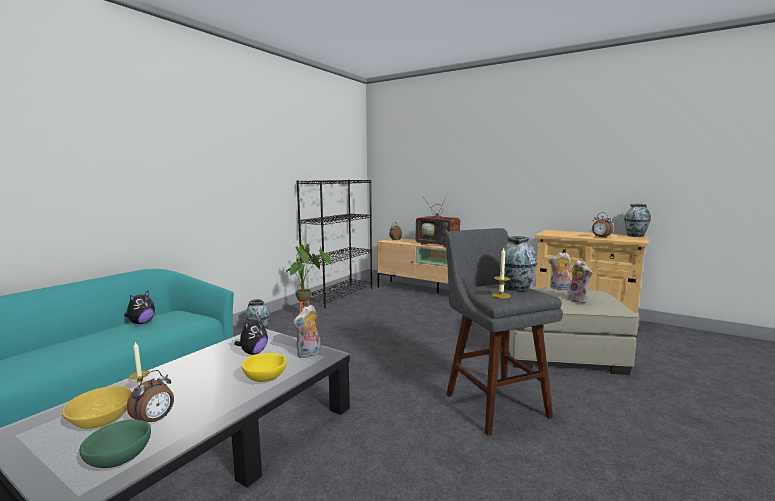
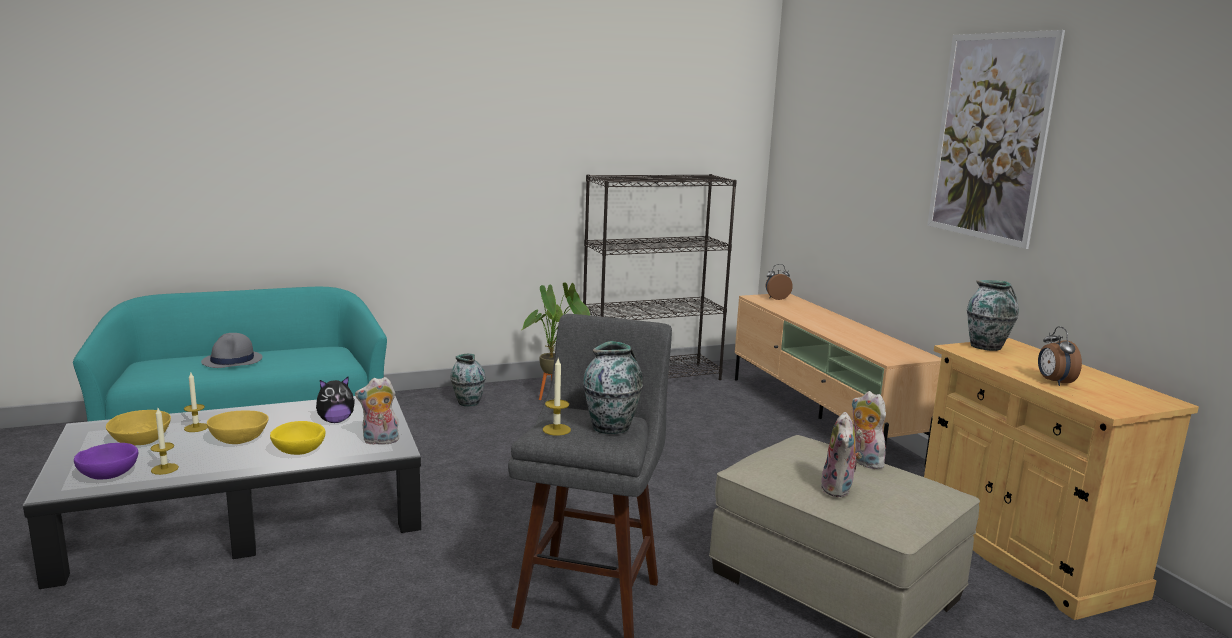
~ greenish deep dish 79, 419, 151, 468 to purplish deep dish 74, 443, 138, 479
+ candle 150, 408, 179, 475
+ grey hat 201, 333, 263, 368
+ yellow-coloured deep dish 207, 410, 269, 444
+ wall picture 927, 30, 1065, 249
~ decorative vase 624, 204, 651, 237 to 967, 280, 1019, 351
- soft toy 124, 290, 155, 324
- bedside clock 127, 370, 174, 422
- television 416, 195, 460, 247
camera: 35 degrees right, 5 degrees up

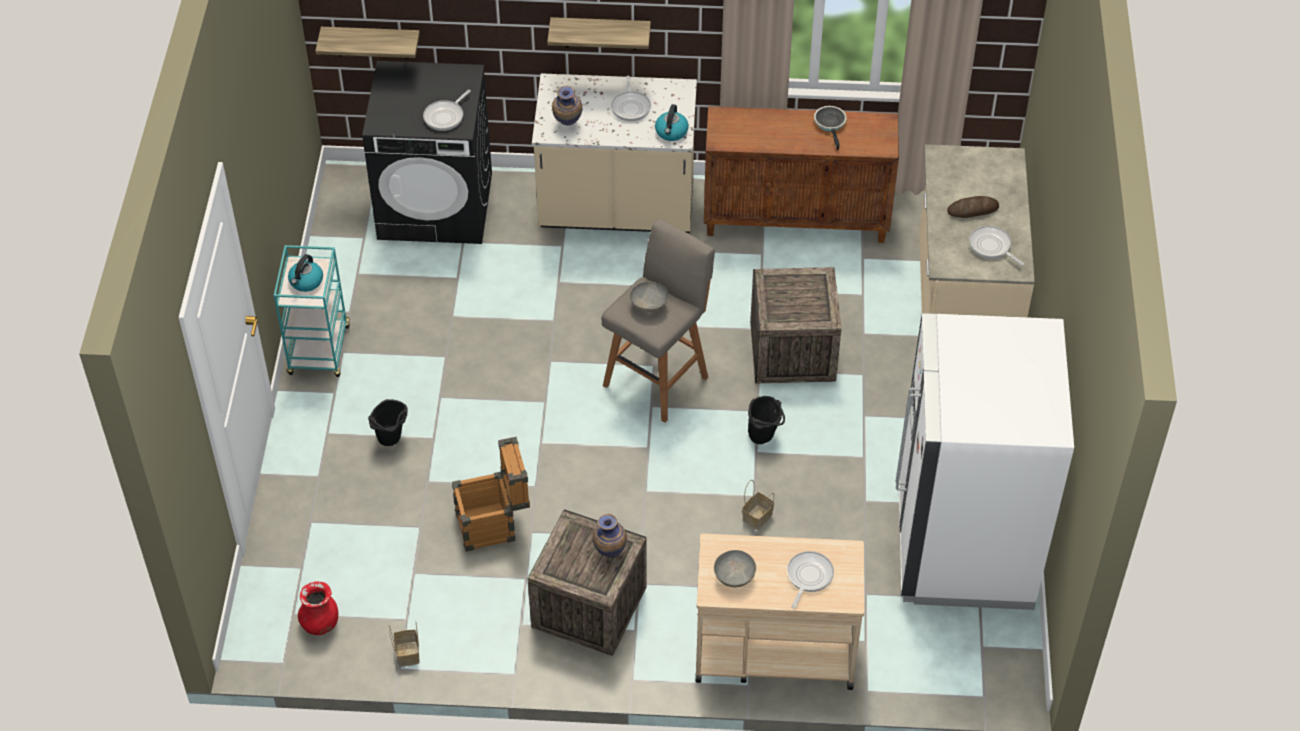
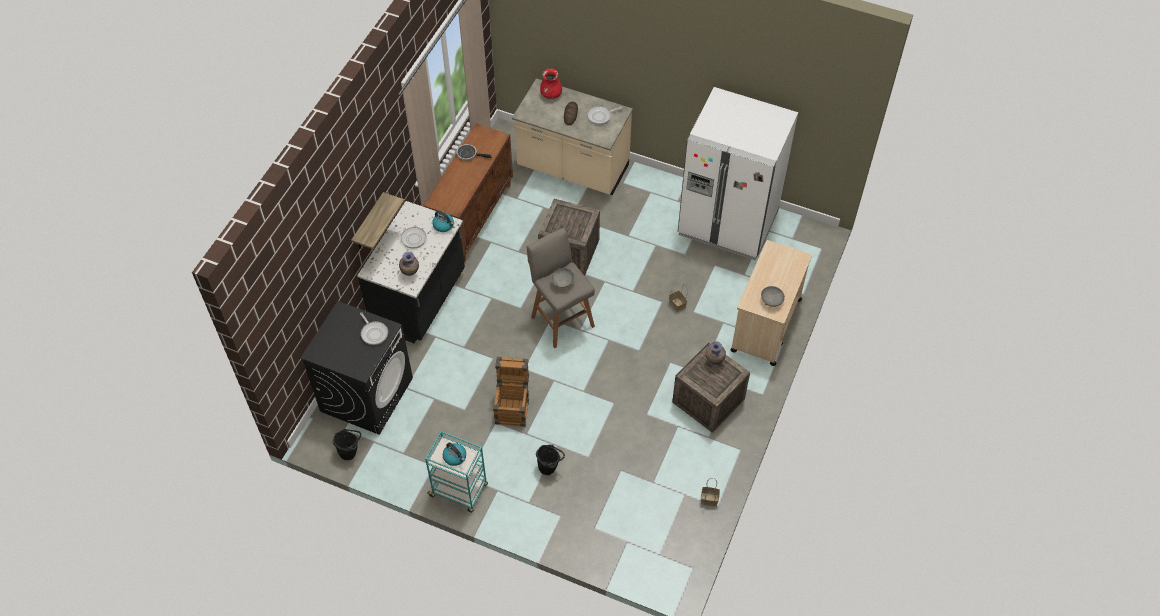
~ black-coloured pail 748, 396, 785, 444 to 333, 429, 361, 460
~ beige-coloured kitchen base unit 532, 73, 697, 233 to black-coloured kitchen base unit 357, 201, 465, 344
~ shipping crate 452, 437, 530, 551 to 493, 357, 529, 427
~ red-coloured decorative vase 298, 581, 338, 635 to 540, 68, 562, 99
- wall shelf 315, 27, 420, 59
- skillet 787, 551, 834, 608
camera: 70 degrees left, 5 degrees up

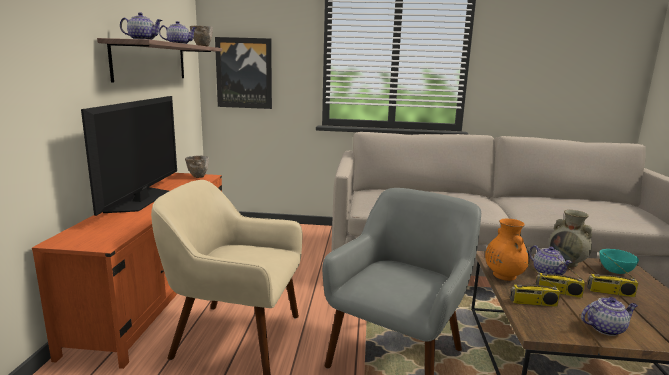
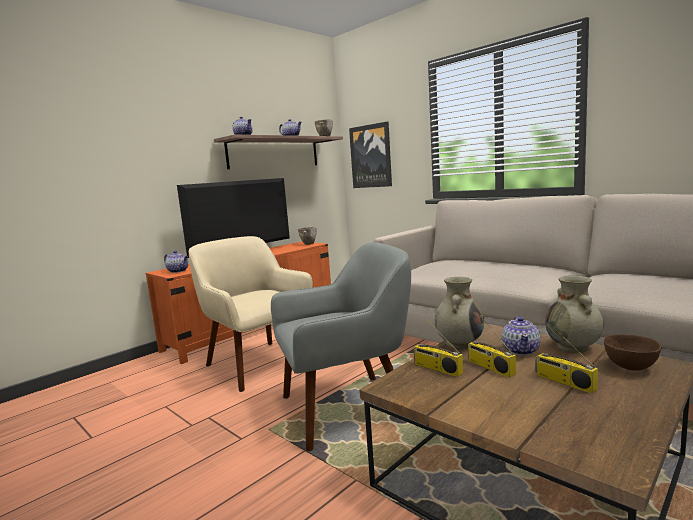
~ tea pot 581, 297, 638, 336 to 164, 250, 189, 273
~ orange decorative vase 485, 219, 530, 281 to beige-coloured decorative vase 435, 277, 484, 349
~ blue-green deep dish 599, 249, 639, 274 to brown-coloured deep dish 604, 334, 662, 371
camera: 40 degrees right, 5 degrees down

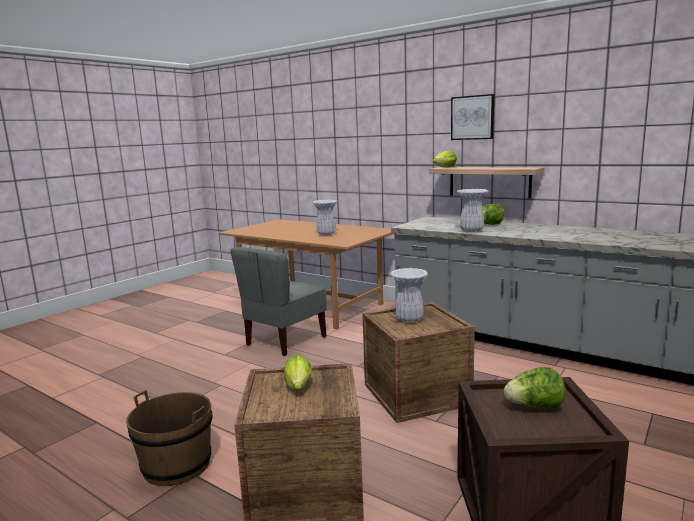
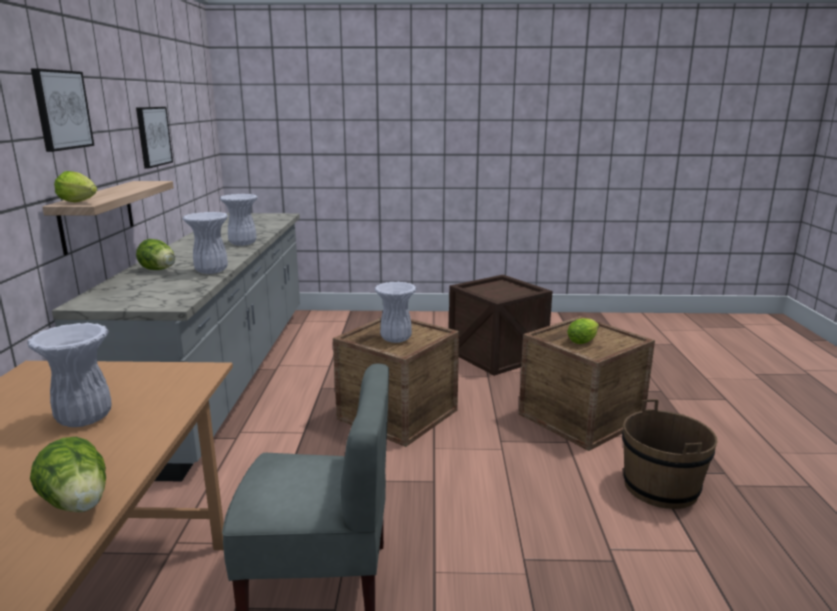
~ lettuce 504, 367, 566, 409 to 30, 437, 106, 513
+ wall picture 136, 107, 173, 168
+ white-coloured decorative vase 220, 194, 258, 246
camera: 125 degrees left, 5 degrees up

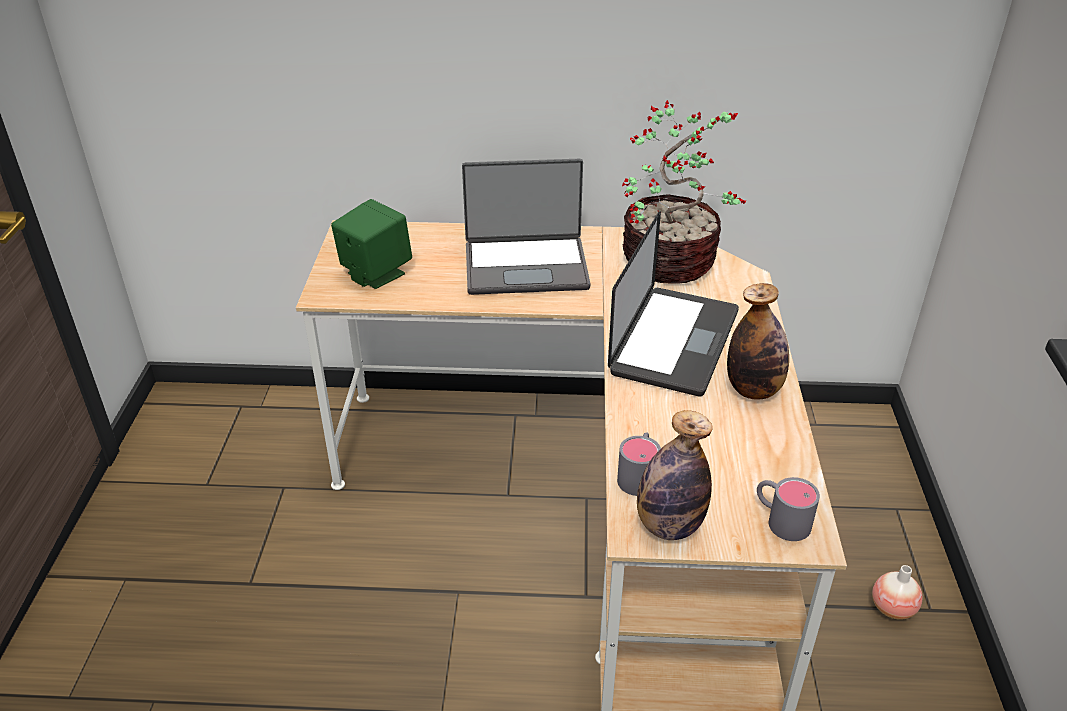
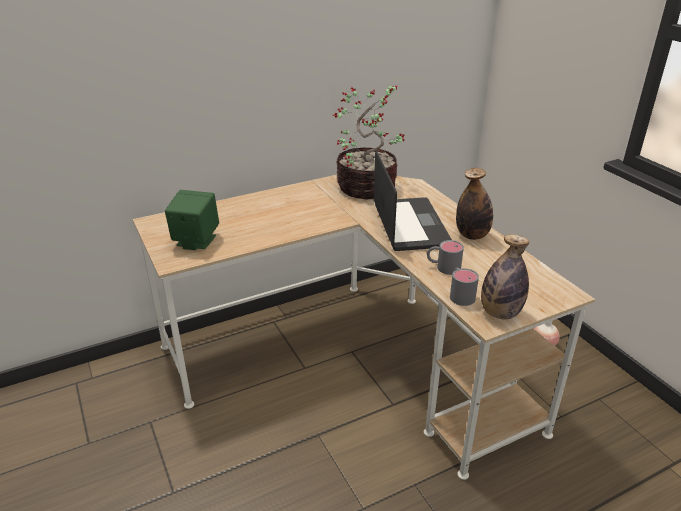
~ grey mug 757, 477, 820, 541 to 427, 240, 464, 275
- portable computer 462, 159, 591, 295
camera: 30 degrees left, 5 degrees down

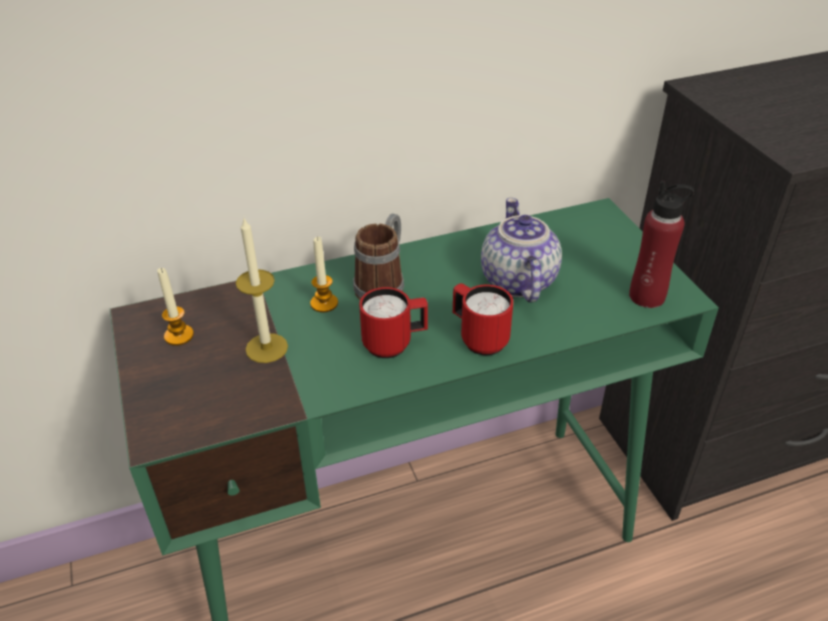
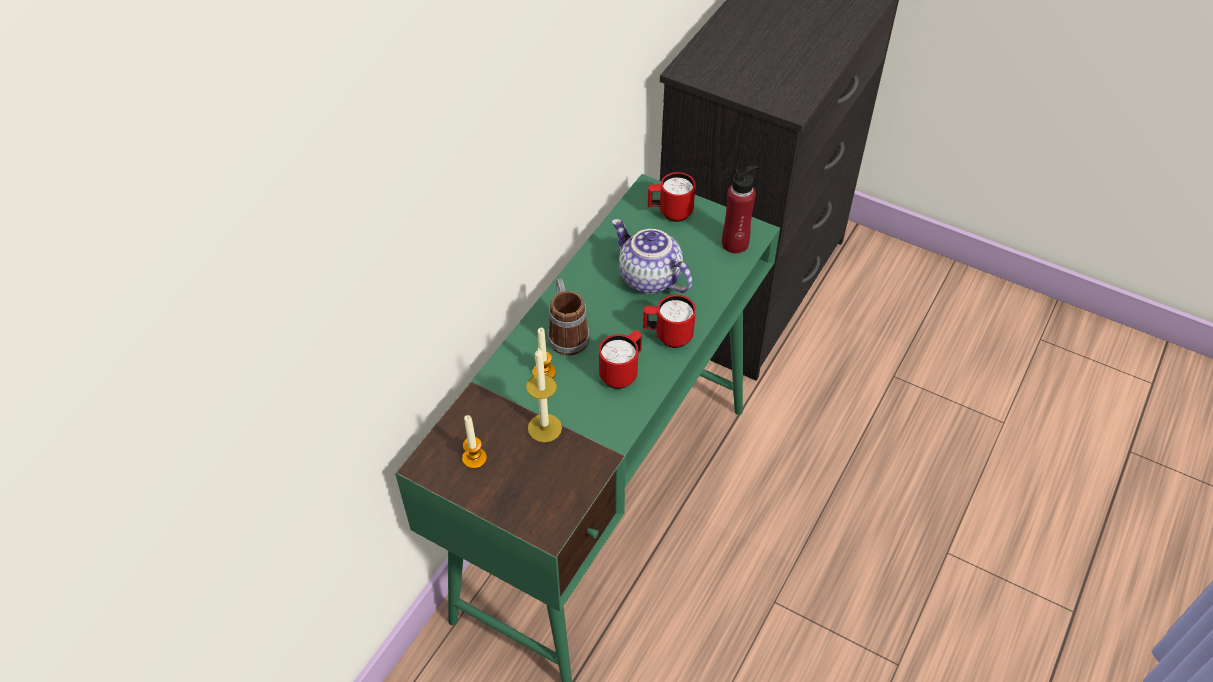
+ red-coloured mug 648, 172, 696, 222
camera: 40 degrees left, 10 degrees up

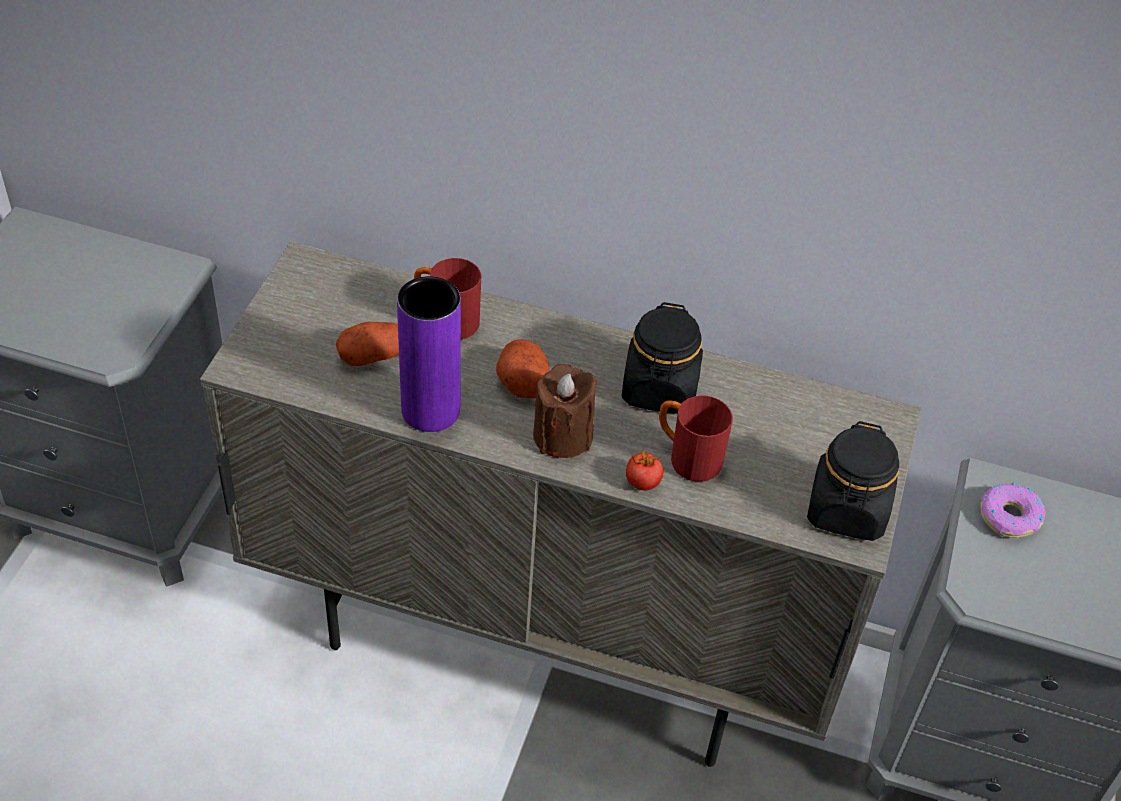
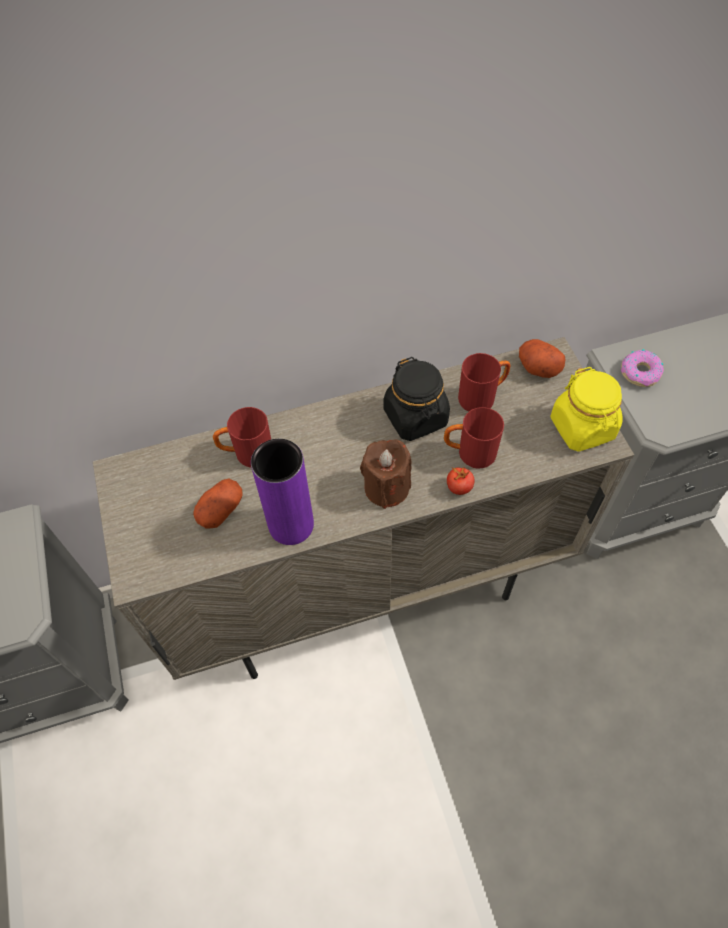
+ red-coloured mug 458, 353, 511, 412
~ potato 496, 340, 550, 398 to 519, 339, 565, 378
~ black-coloured jar 807, 421, 899, 541 to yellow-coloured jar 550, 367, 623, 452
camera: 30 degrees left, 10 degrees up

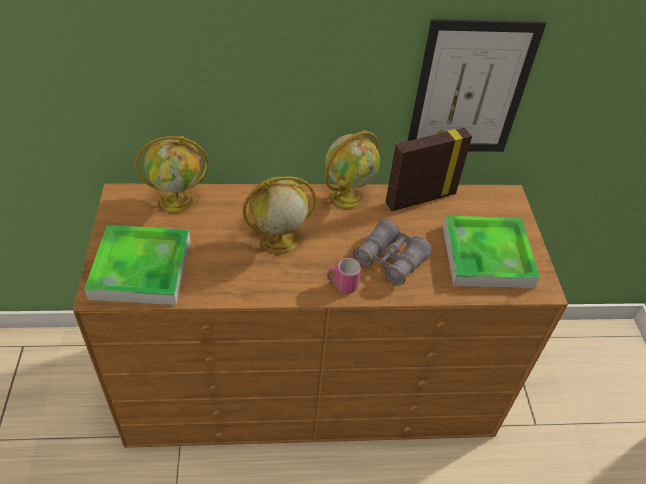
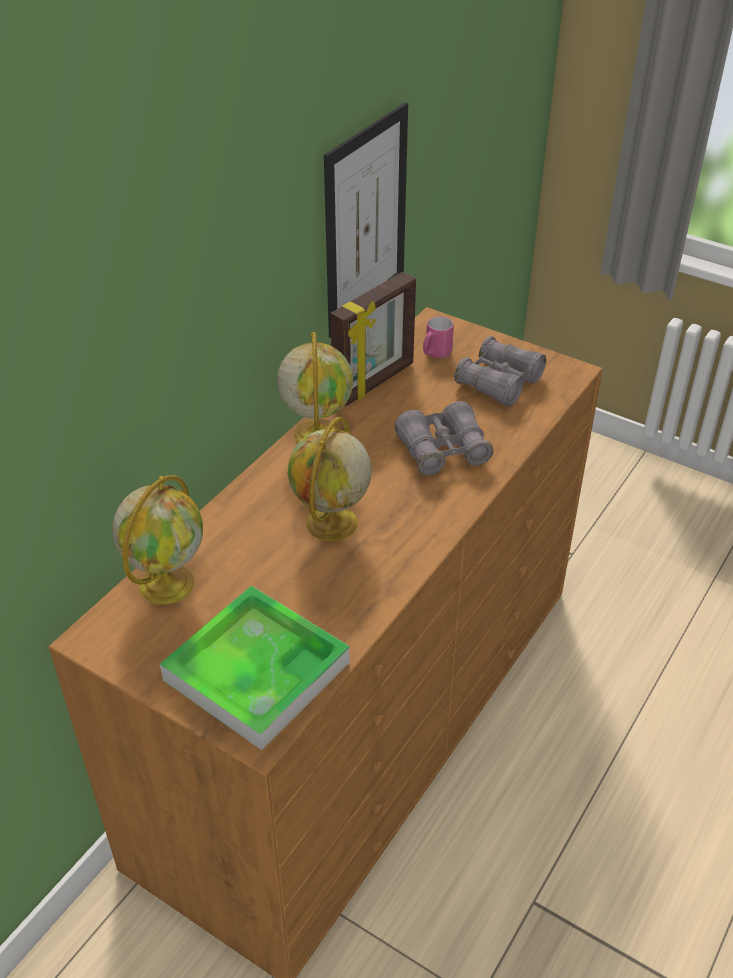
~ picture frame 385, 128, 472, 211 = 331, 272, 416, 406 150 degrees counterclockwise
~ pink-coloured mug 327, 258, 361, 294 to 423, 316, 454, 358
~ carrying tray 443, 216, 540, 288 to grey pair of binoculars 454, 336, 546, 407
camera: 50 degrees left, 5 degrees down

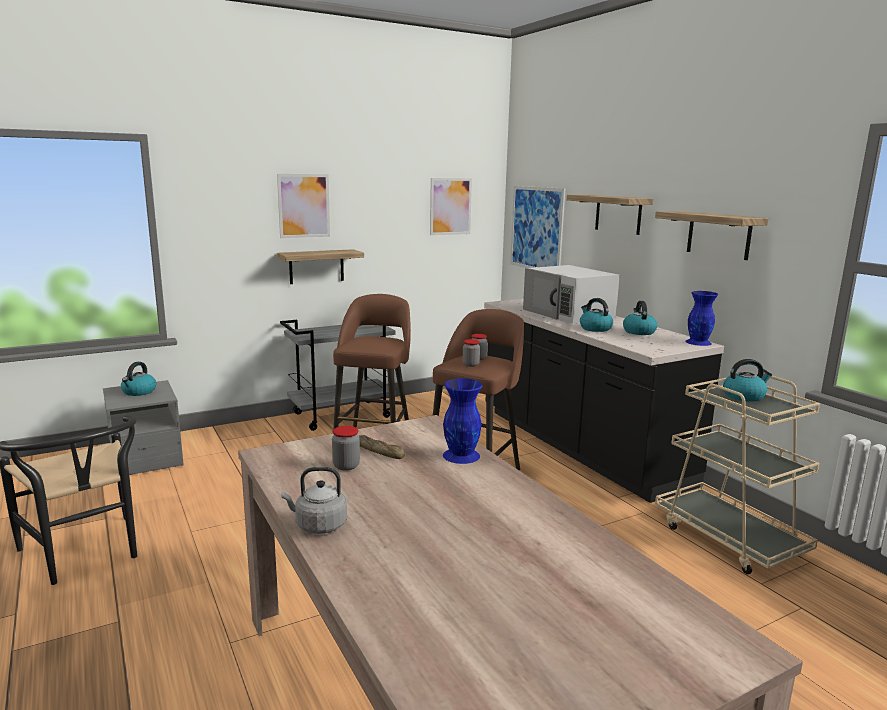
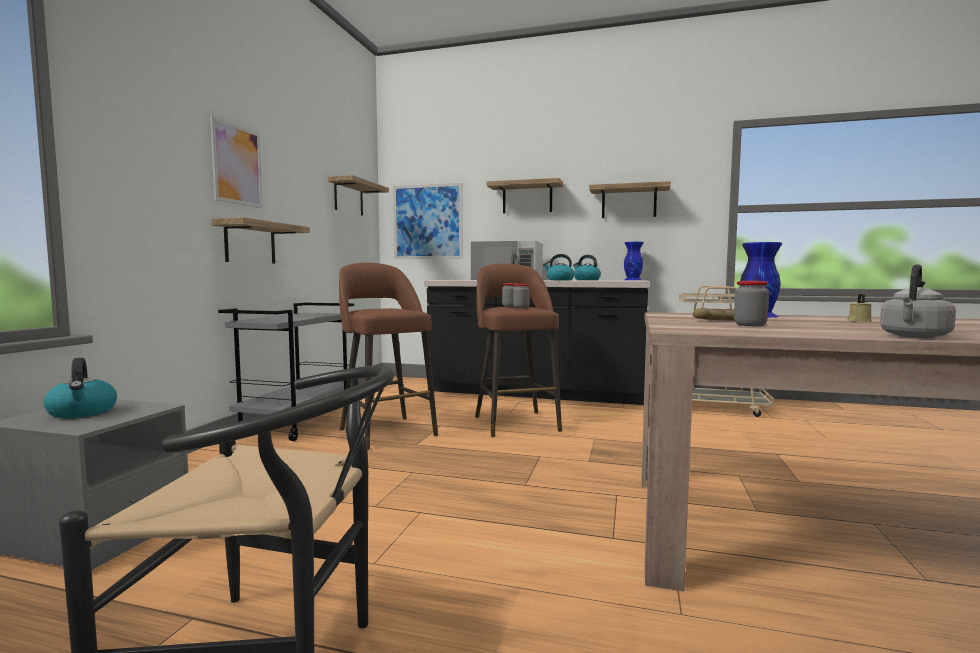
~ wall picture 430, 178, 472, 235 to wall shelf 328, 175, 389, 216
+ beige-coloured candle 847, 294, 872, 322
- water kettle 723, 359, 772, 402
camera: 45 degrees left, 10 degrees down

